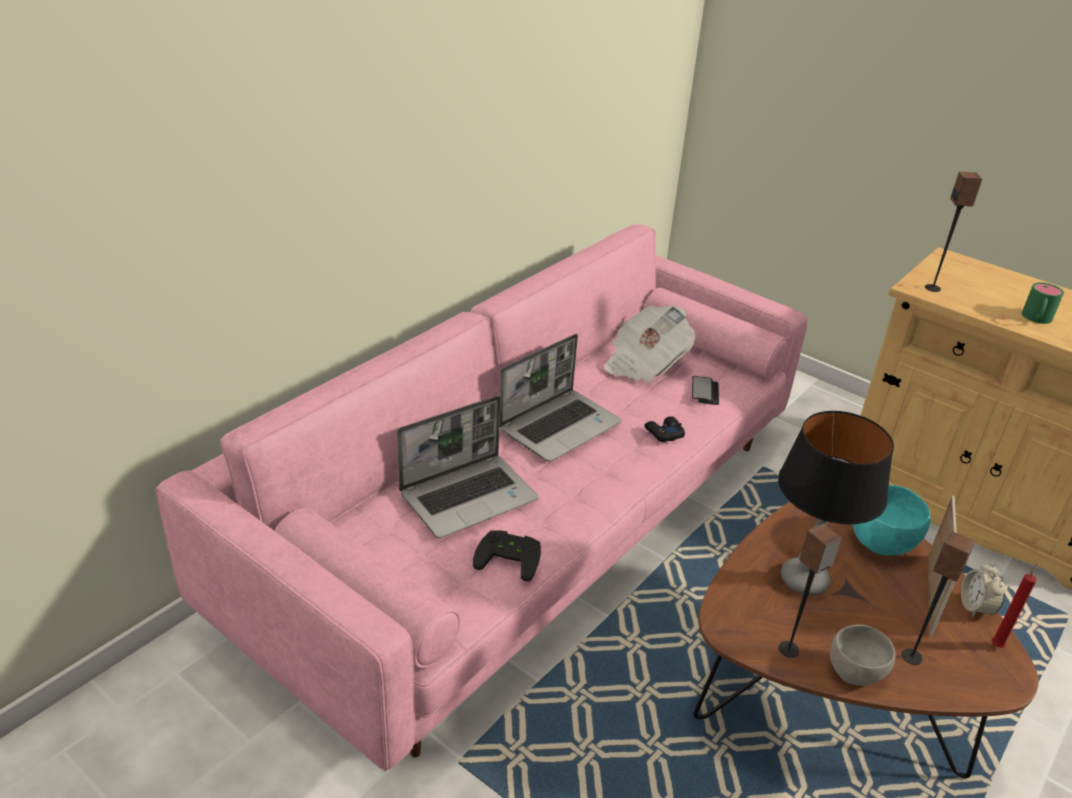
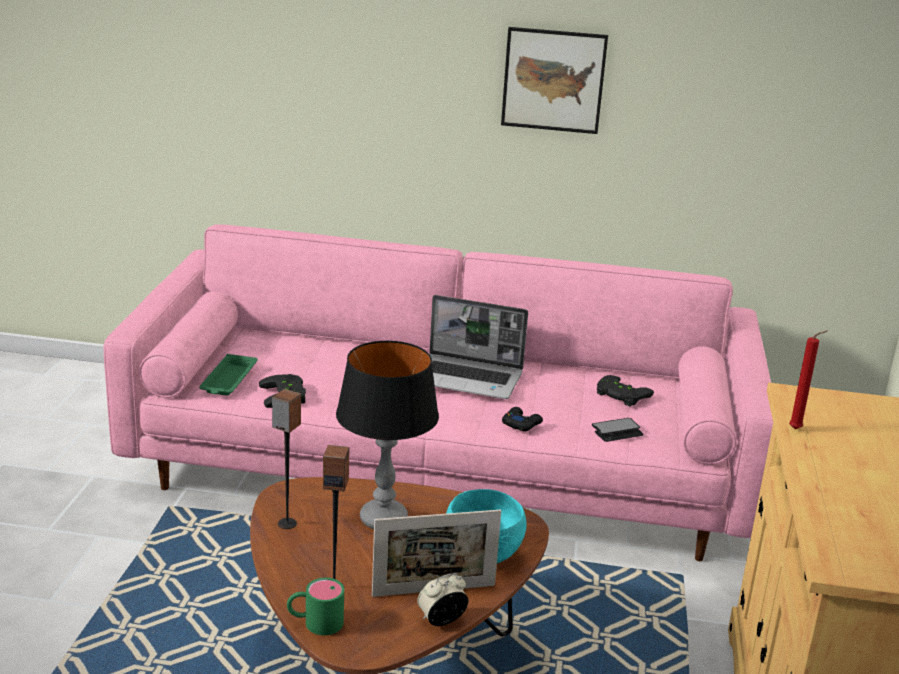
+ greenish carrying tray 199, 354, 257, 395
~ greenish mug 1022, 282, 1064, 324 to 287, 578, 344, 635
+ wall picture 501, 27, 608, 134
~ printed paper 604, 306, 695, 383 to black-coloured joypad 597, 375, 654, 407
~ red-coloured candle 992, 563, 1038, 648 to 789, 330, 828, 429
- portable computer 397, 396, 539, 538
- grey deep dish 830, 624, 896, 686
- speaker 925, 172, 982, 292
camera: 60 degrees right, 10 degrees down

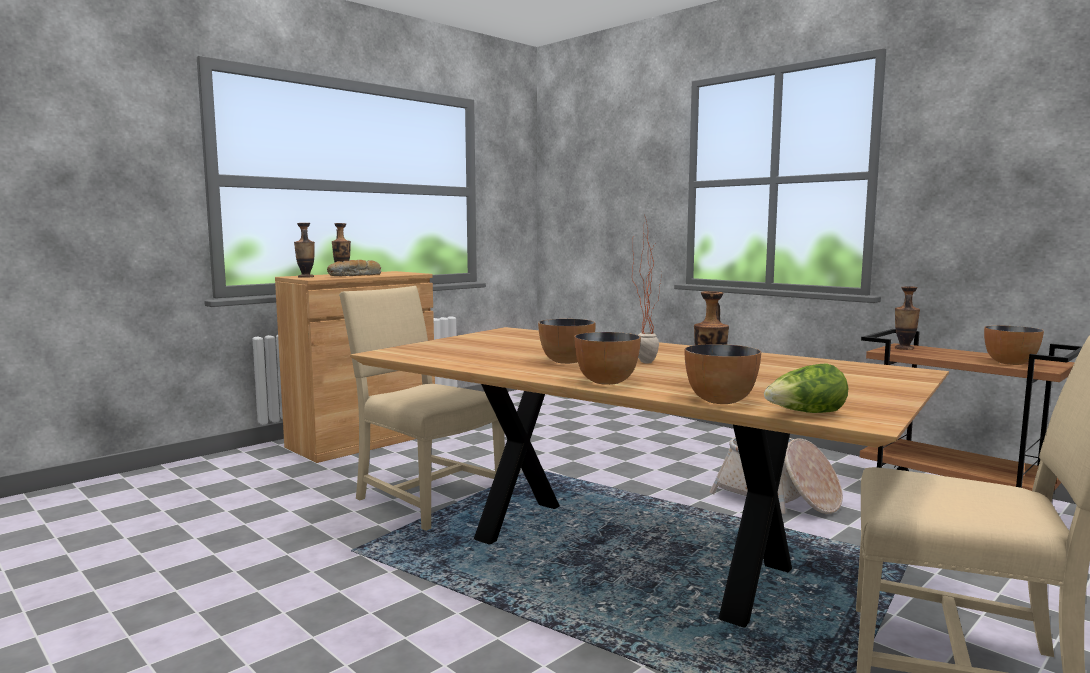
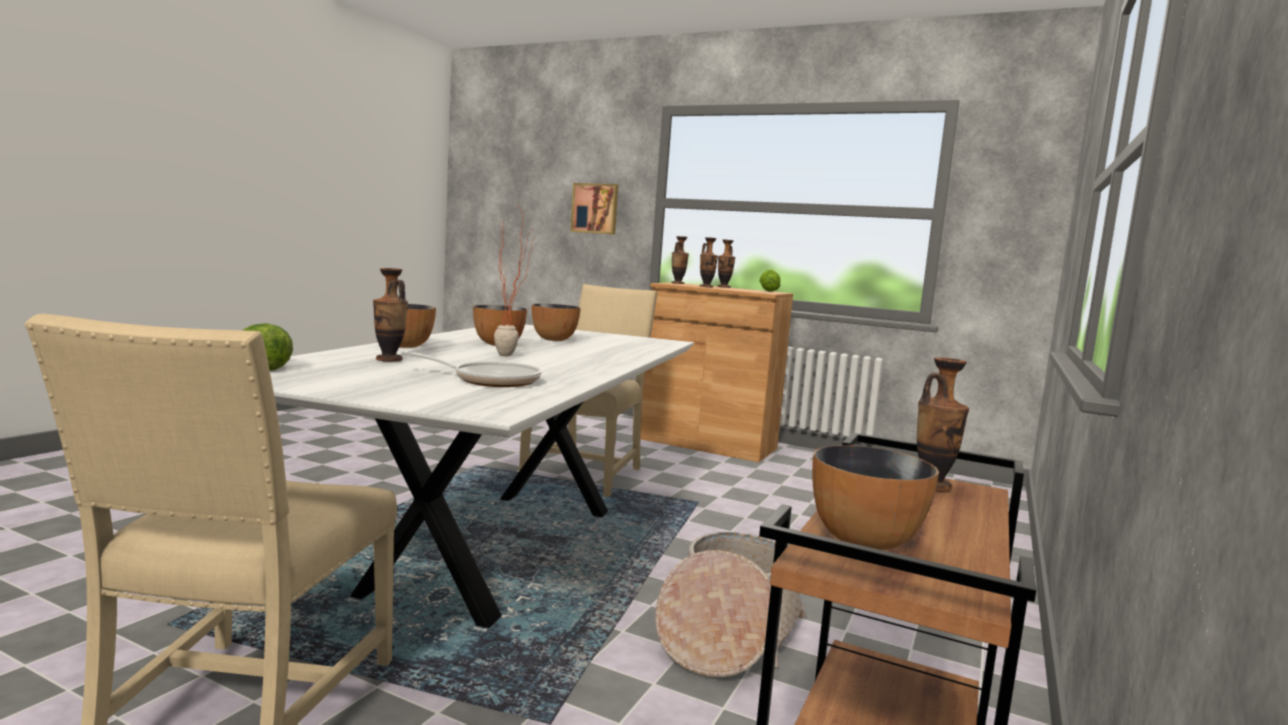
~ brown-coloured dining table 350, 327, 949, 628 to white-coloured dining table 270, 324, 694, 628
+ skillet 401, 350, 541, 387
~ deep dish 685, 344, 761, 404 to 532, 304, 581, 341
+ wall picture 570, 183, 618, 235
~ baked bread 327, 260, 381, 276 to decorative vase 700, 237, 718, 288
+ lettuce 759, 269, 781, 292
camera: 70 degrees right, 0 degrees up

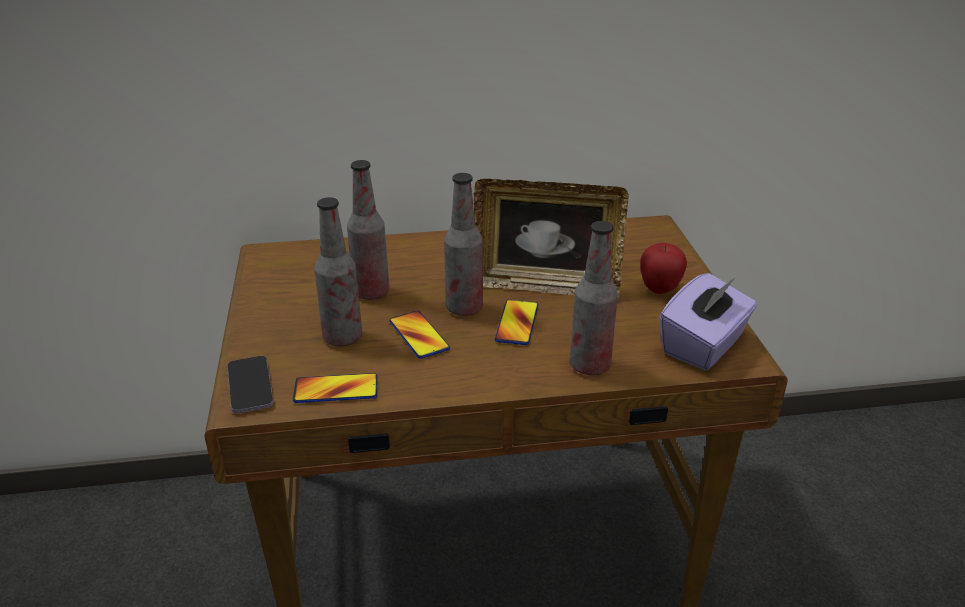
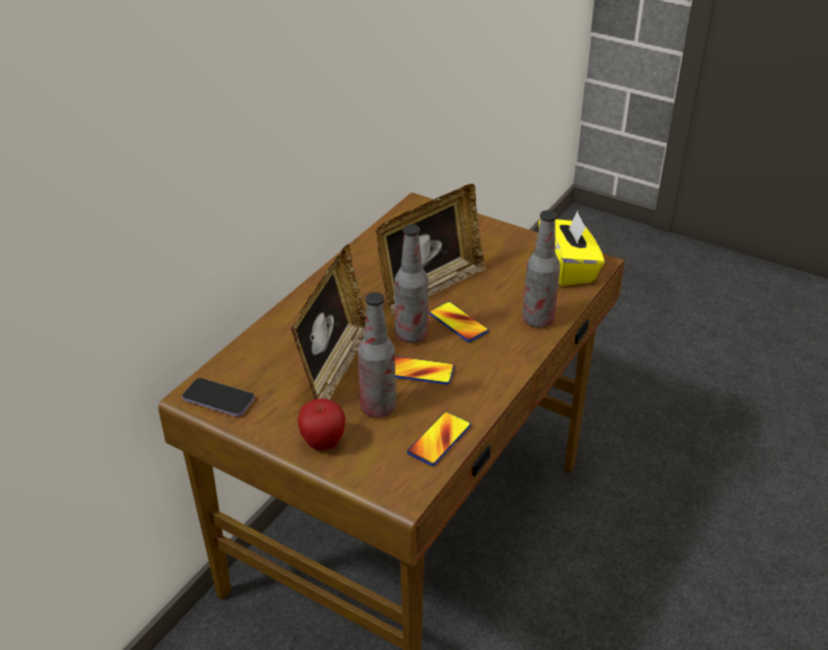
~ telephone 227, 356, 274, 413 to 182, 378, 255, 417
~ beverage bottle 347, 160, 390, 300 to picture frame 290, 244, 366, 400
~ apple fruit 641, 243, 687, 294 to 298, 398, 346, 450
~ purplish box of tissues 659, 273, 757, 370 to yellow-coloured box of tissues 539, 210, 605, 286
camera: 50 degrees left, 5 degrees up

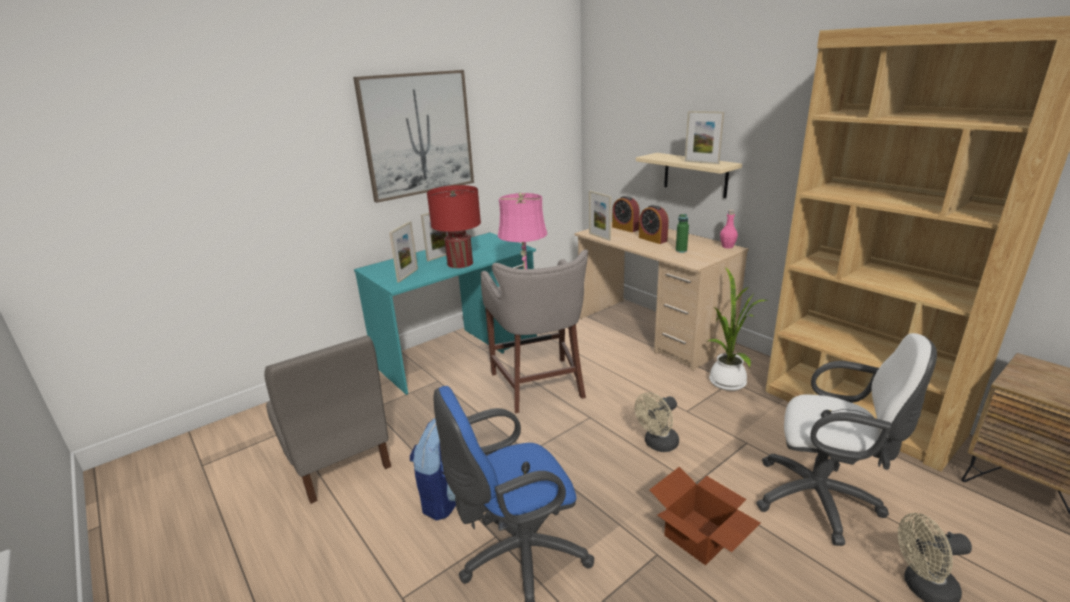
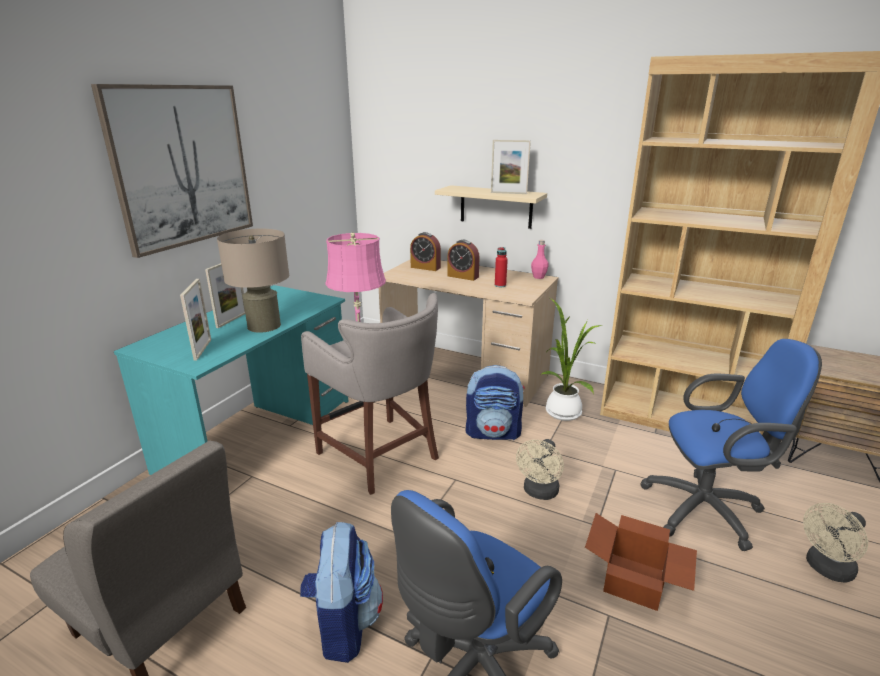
~ red-coloured table lamp 427, 185, 481, 268 to beige-coloured table lamp 217, 229, 289, 333
+ knapsack 466, 365, 525, 440
~ greenish beverage bottle 676, 214, 689, 253 to red-coloured beverage bottle 495, 247, 508, 287
~ white-coloured computer chair 756, 333, 937, 546 to blue-coloured computer chair 640, 339, 822, 551
- picture frame 589, 191, 611, 241
camera: 25 degrees left, 0 degrees up

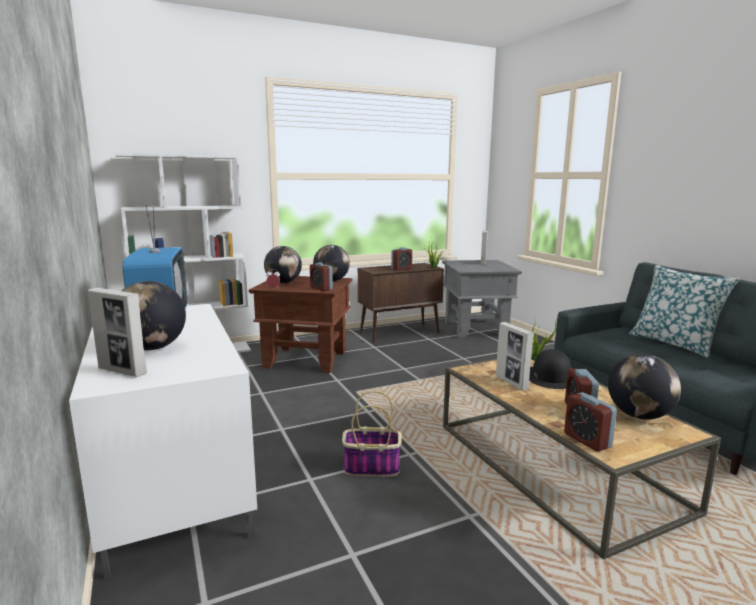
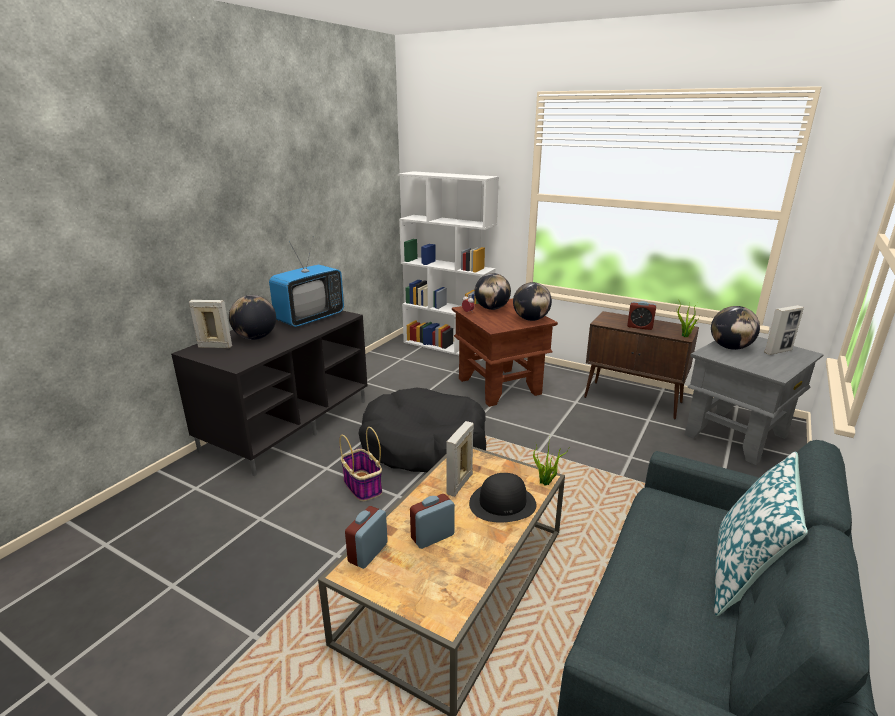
~ white-coloured tv stand 69, 304, 257, 580 to black-coloured tv stand 171, 311, 367, 476
~ picture frame 88, 288, 147, 377 = 189, 300, 232, 348 105 degrees clockwise
+ black-coloured dog cushion 359, 388, 486, 472
~ globe 608, 354, 681, 419 to 711, 306, 760, 350
- bedside clock 310, 262, 333, 291
camera: 55 degrees right, 10 degrees up

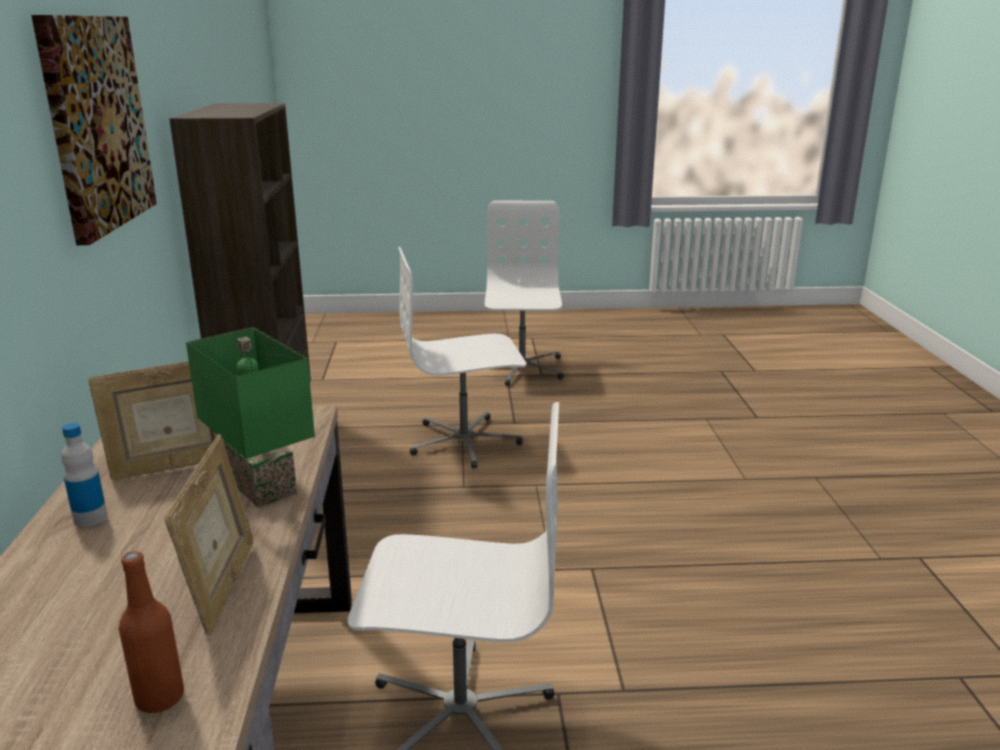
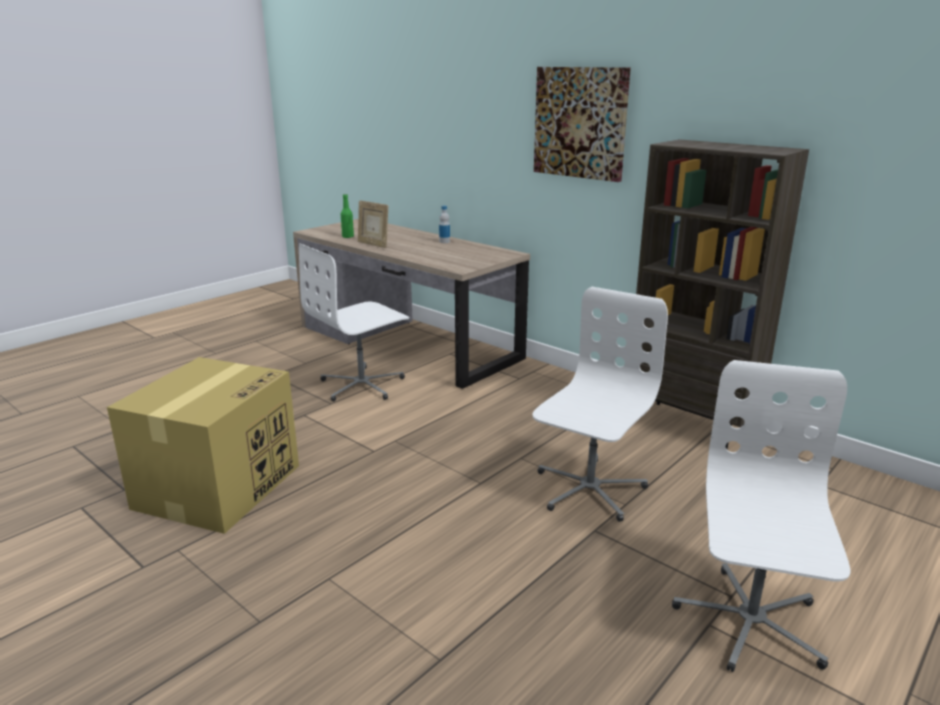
+ carton 107, 357, 299, 534
~ brown-coloured beverage bottle 119, 551, 184, 713 to greenish beverage bottle 341, 194, 354, 238
~ white-coloured computer chair 485, 201, 564, 386 = 672, 360, 851, 672 120 degrees counterclockwise
- picture frame 88, 361, 223, 480
- greenish table lamp 186, 327, 315, 508
camera: 135 degrees right, 0 degrees up

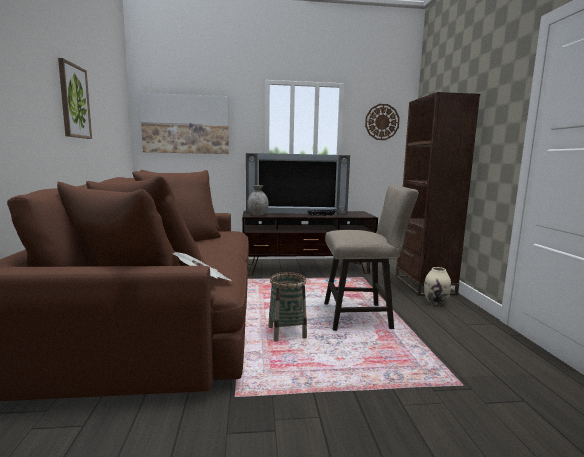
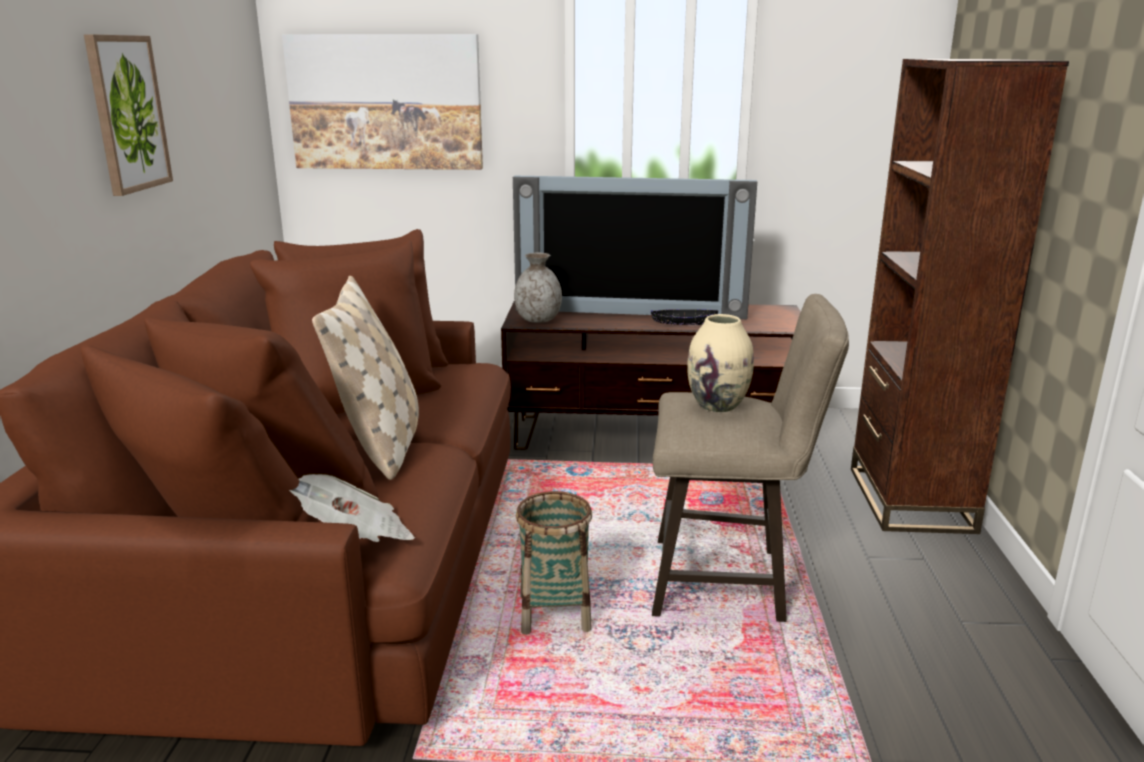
+ beige-coloured throw pillow 312, 276, 419, 480
~ beige-coloured decorative vase 424, 267, 451, 305 to 687, 314, 754, 412
- hanging clock 365, 104, 400, 140
camera: 10 degrees right, 10 degrees up

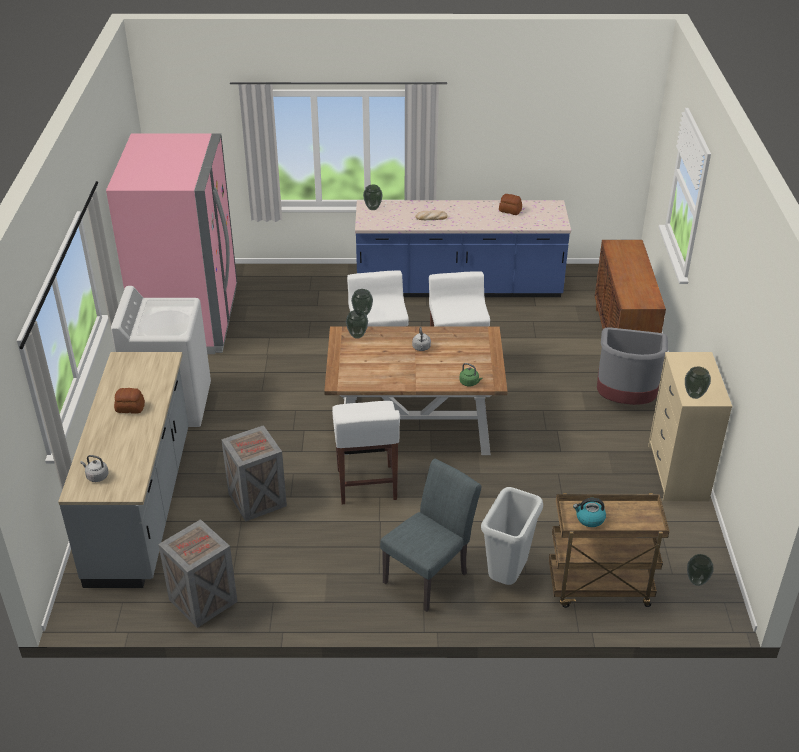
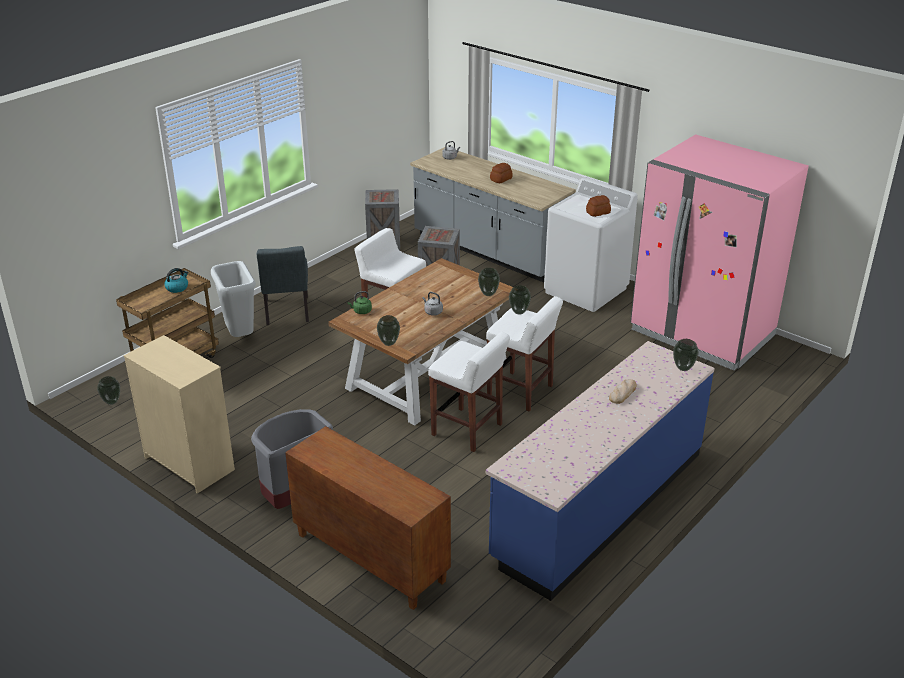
~ decorative vase 685, 367, 711, 399 to 377, 315, 400, 346
~ baked bread 499, 194, 522, 215 to 586, 195, 611, 217
camera: 130 degrees right, 5 degrees down

